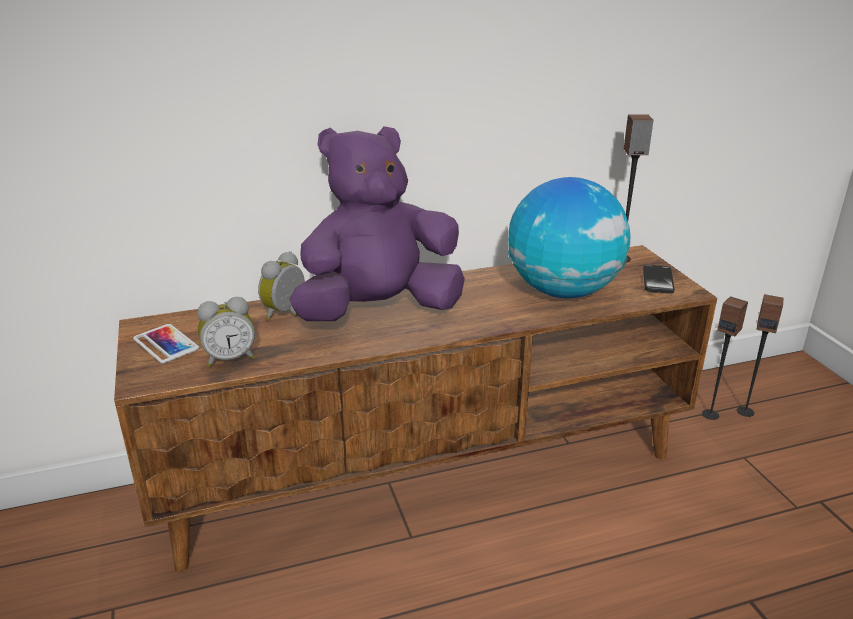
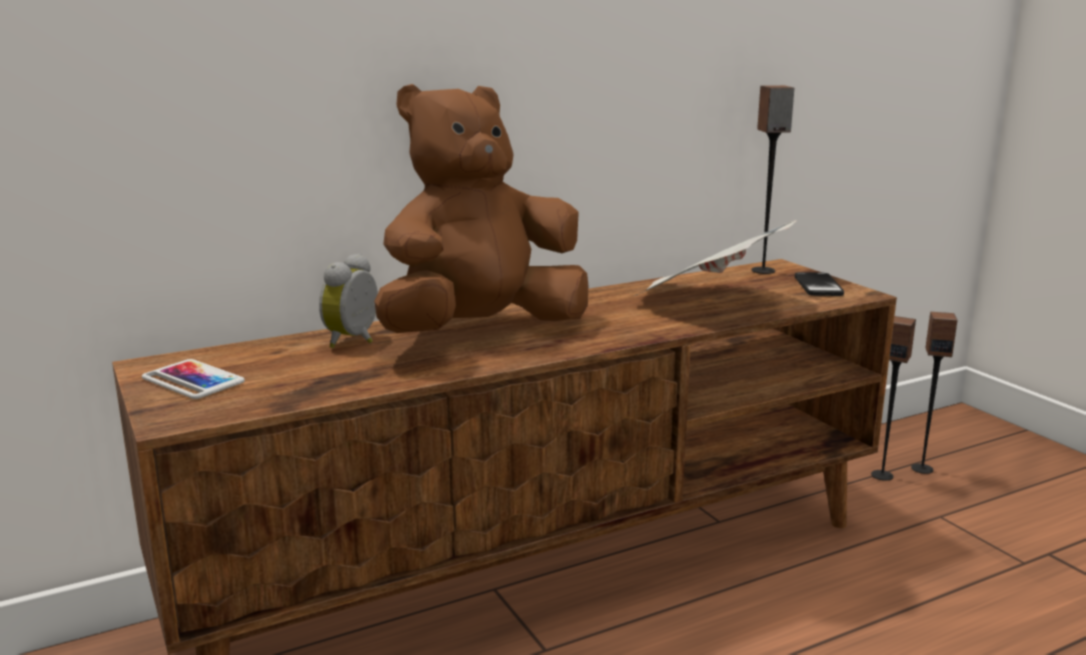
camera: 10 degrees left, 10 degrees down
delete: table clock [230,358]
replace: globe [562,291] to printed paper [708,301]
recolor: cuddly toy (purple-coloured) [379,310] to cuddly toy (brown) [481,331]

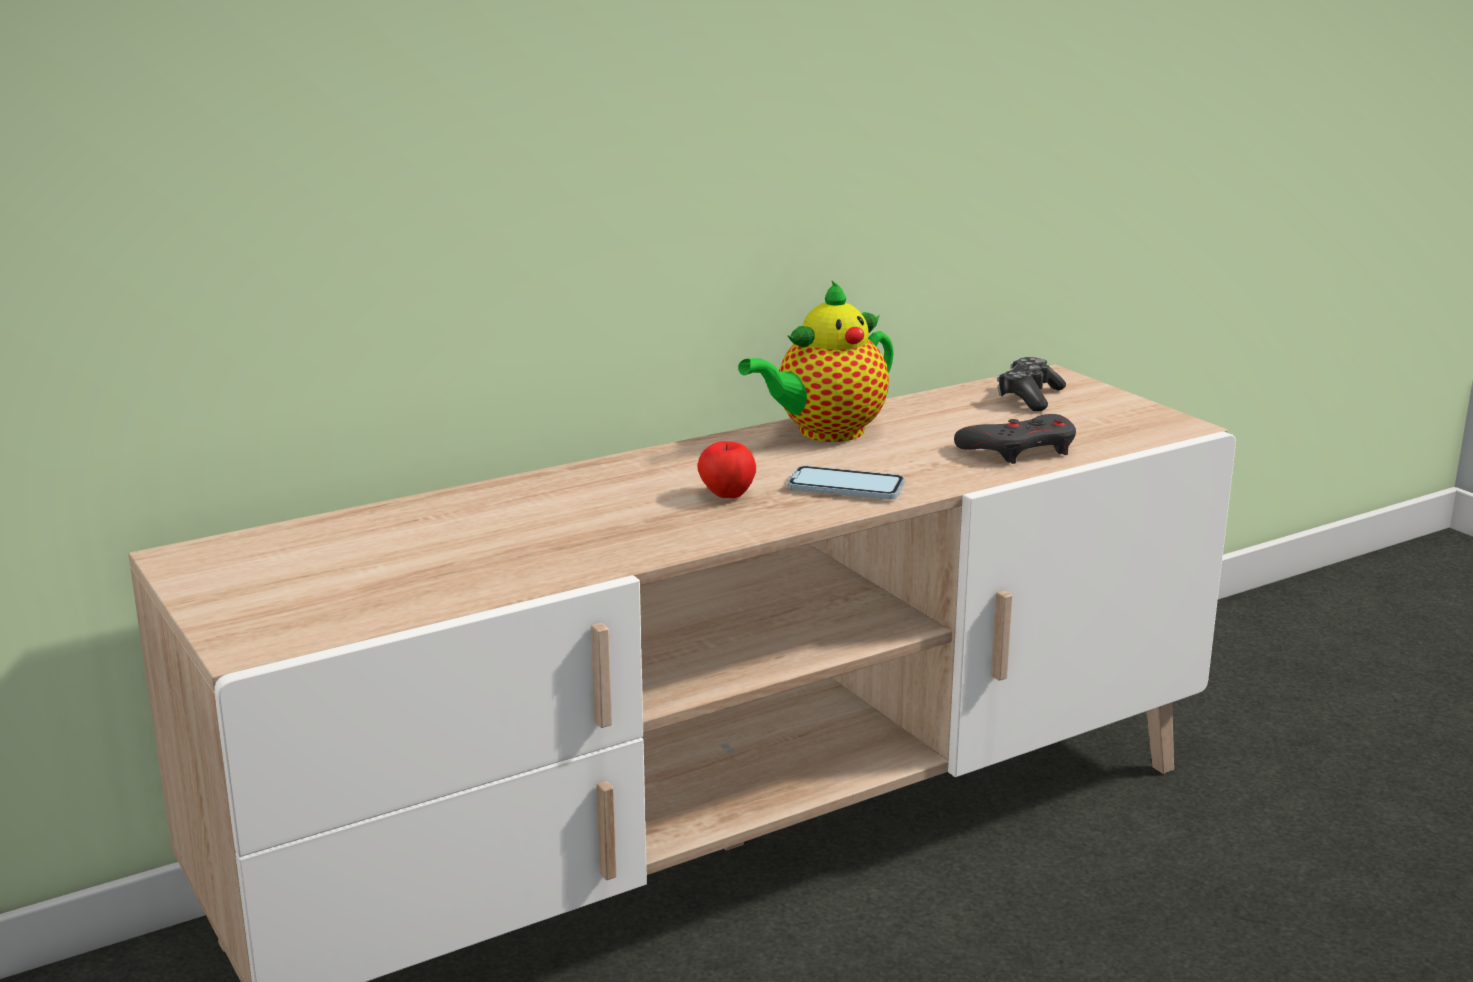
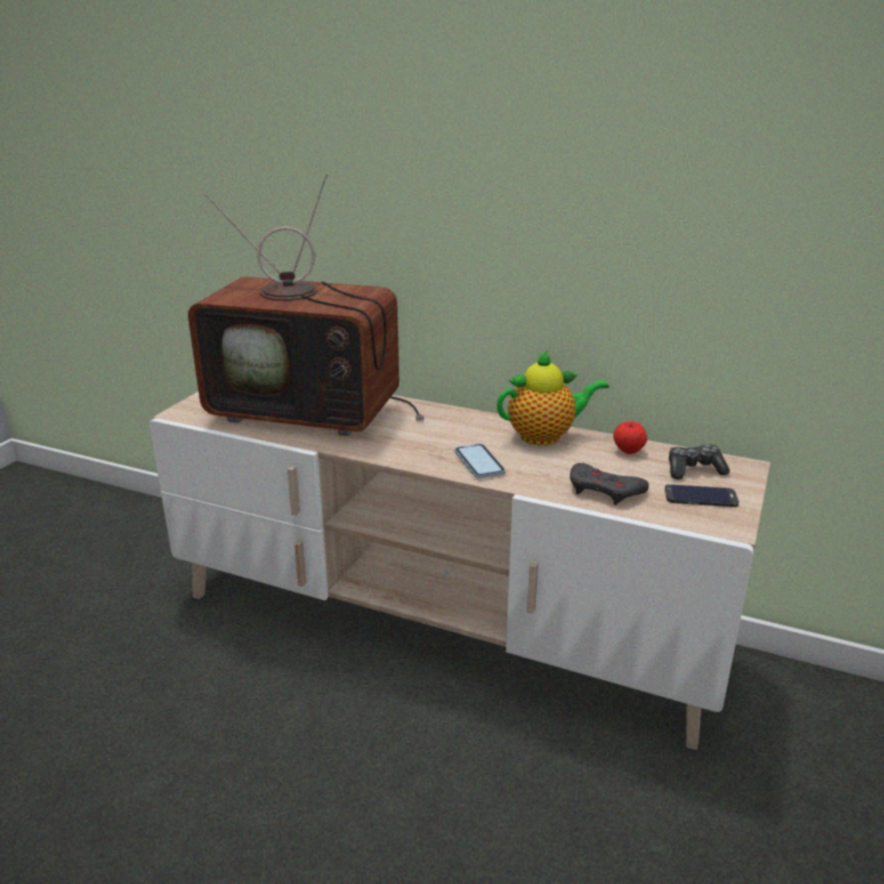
camera: 55 degrees right, 5 degrees up
insert: television [312,411]; telephone [701,497]
move: apple [726,494] to [628,450]
rotate: pot for tea [824,433] = [545,436] 150 degrees clockwise

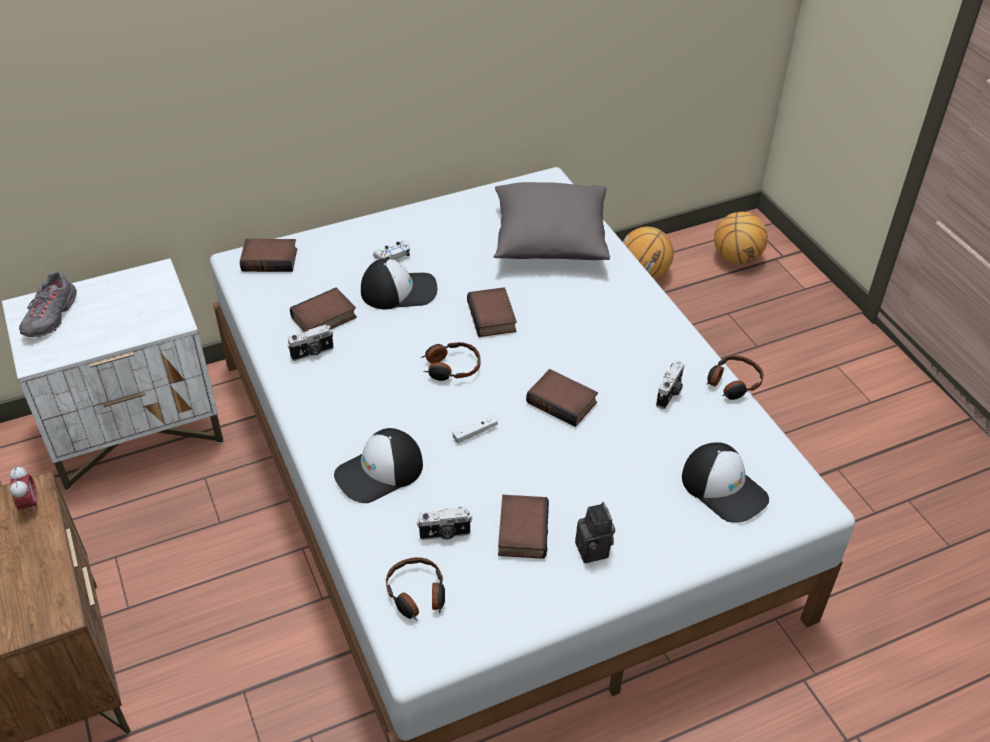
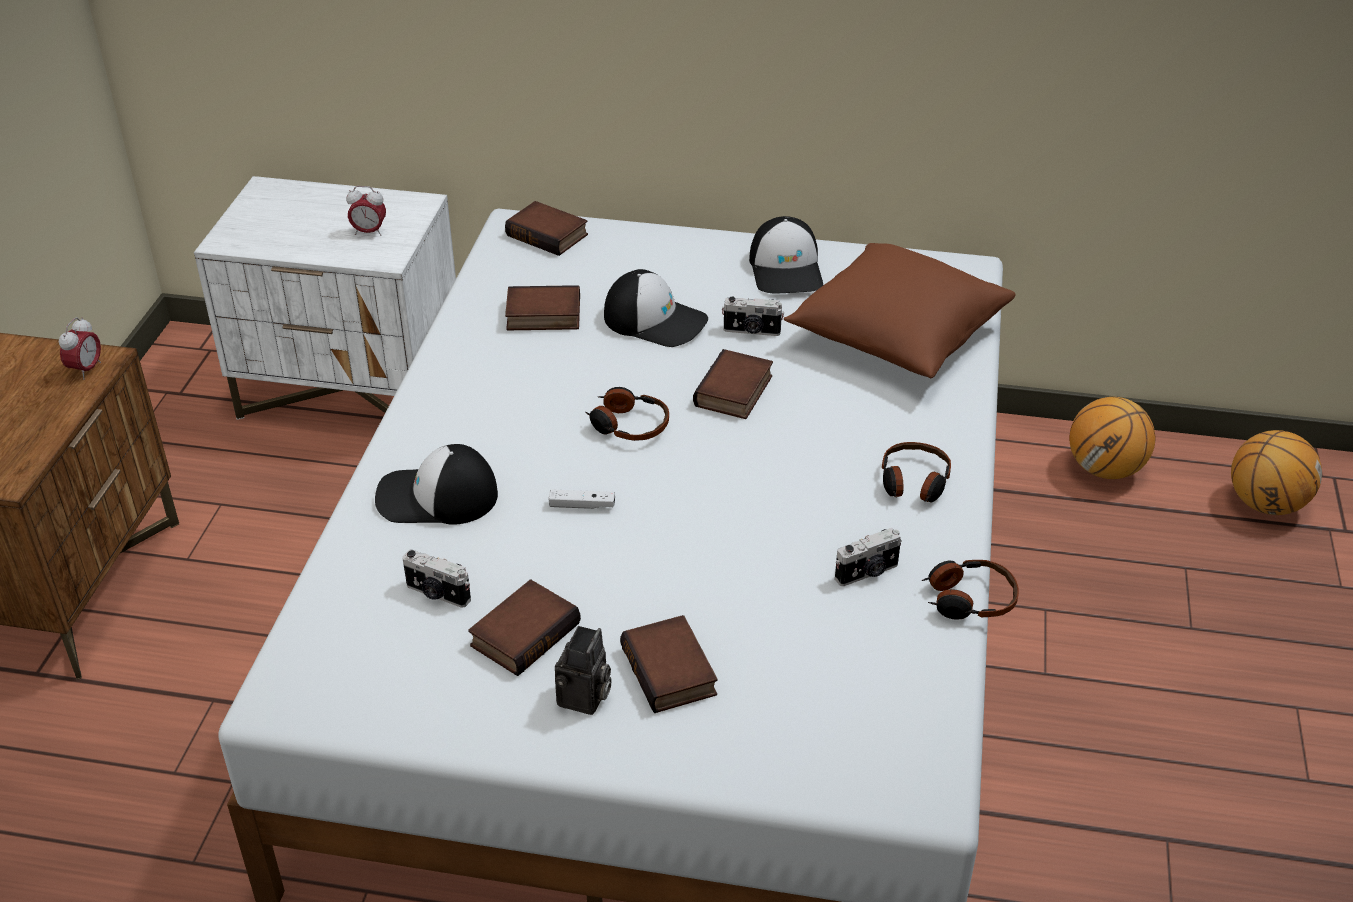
camera: 35 degrees right, 5 degrees down
delete: low shoe (gray) [51,317]; gamepad (white) [393,255]
insert: table clock [369,232]
move: still camera [312,353] to [752,331]; pair of headphones [417,595] to [913,482]; volume [563,402] to [672,671]; baseball cap [724,488] to [787,269]
recolor: pillow (gray) [549,241] to pillow (brown) [896,336]

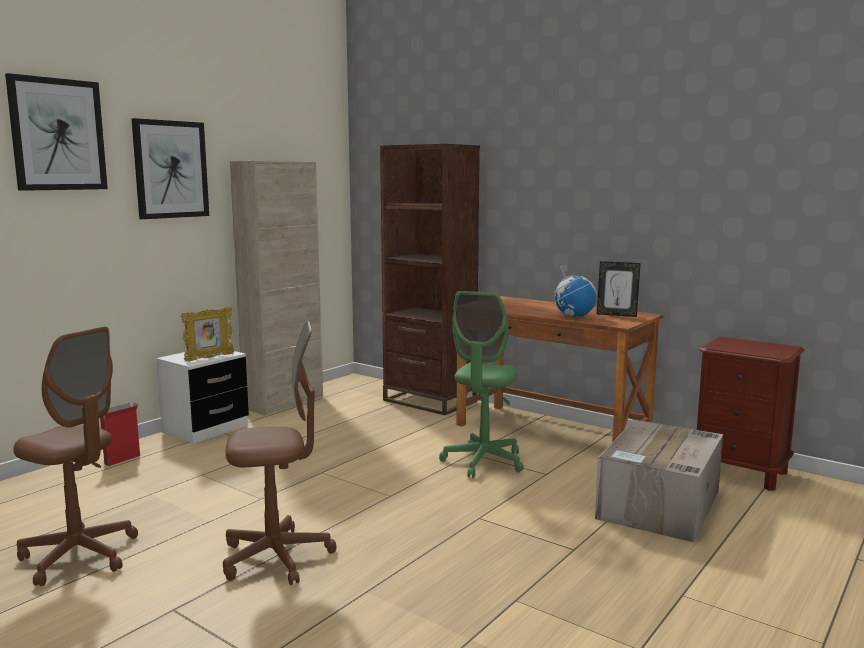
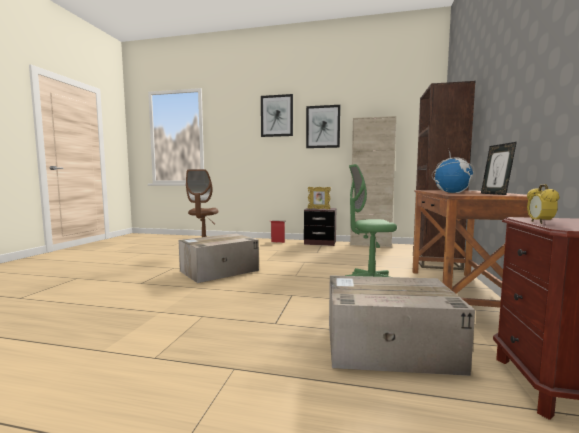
camera: 65 degrees right, 5 degrees down
insert: table clock [539,223]
replace: desk chair (brown) [276,557] to cardboard box [218,271]
recolor: nightstand (white) [205,429] to nightstand (brown) [320,243]

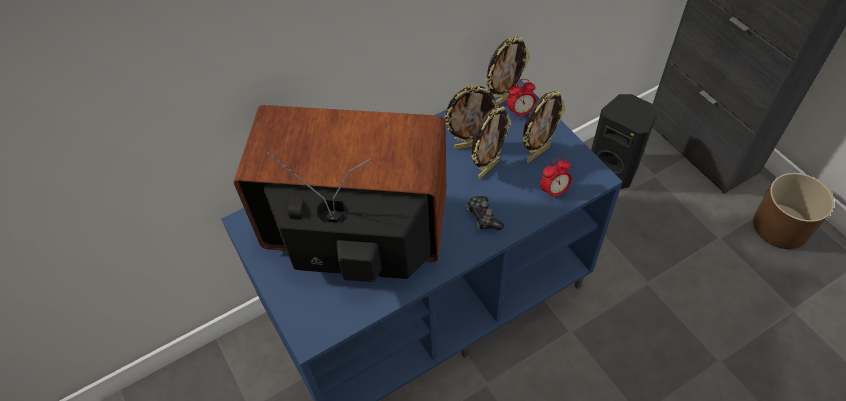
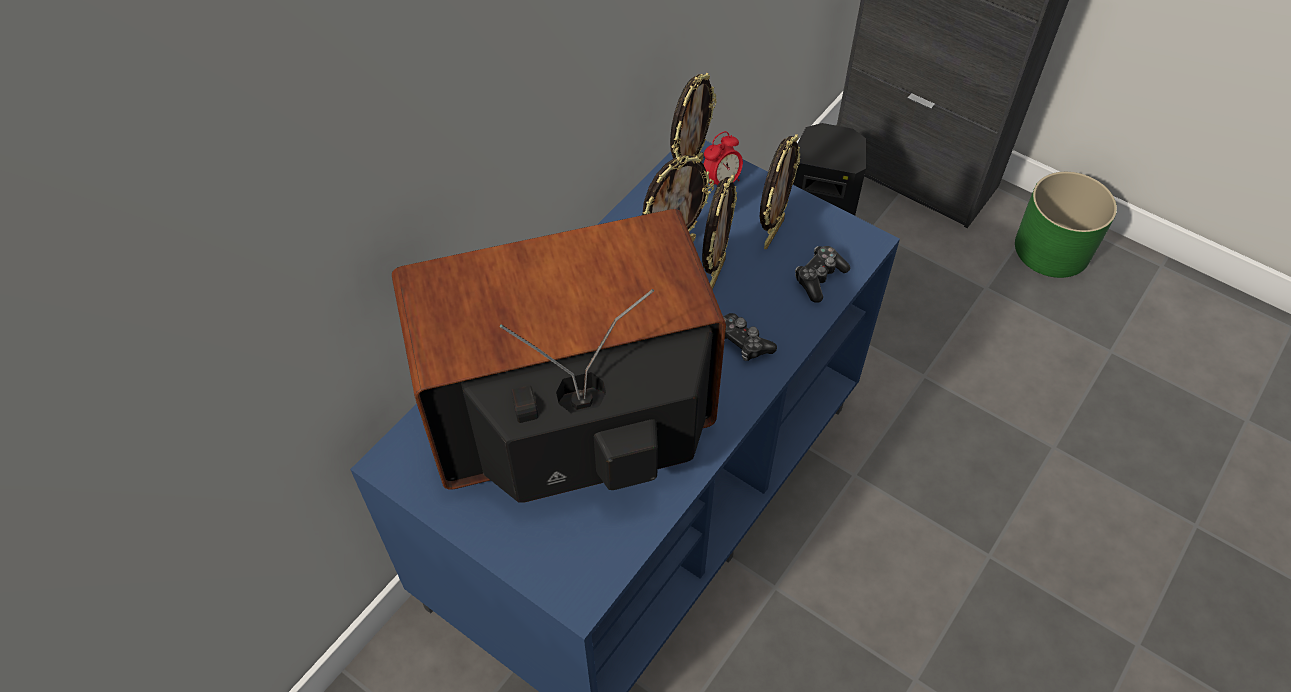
camera: 25 degrees left, 0 degrees up
replace: table clock [554,191] to gamepad [819,278]
recolor: flower pot (brown) [781,226] to flower pot (greenish) [1052,248]

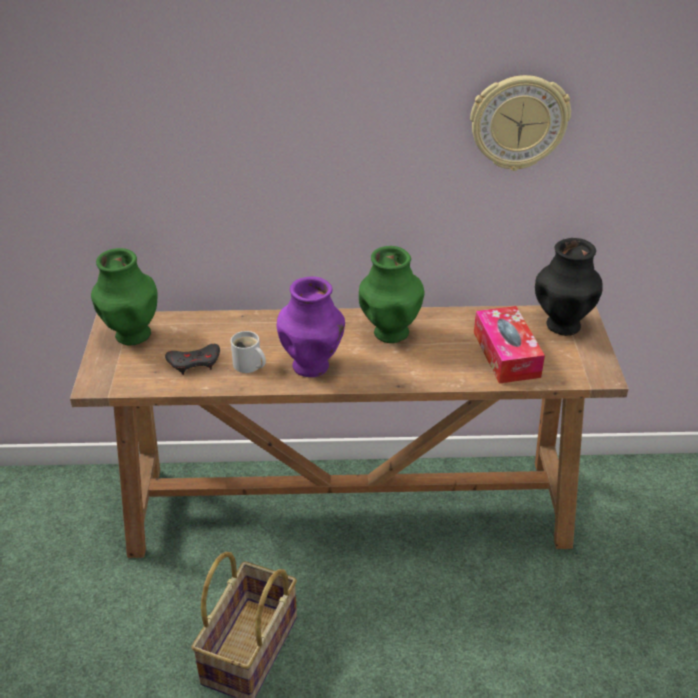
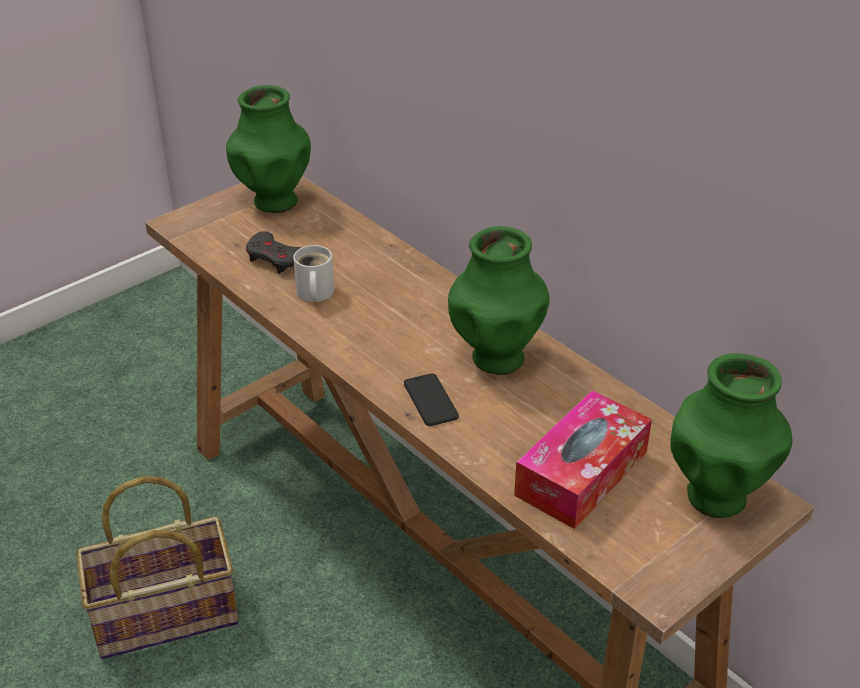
camera: 50 degrees right, 0 degrees up
delete: decorative vase (purple-coloured) [312,366]; wall clock [518,122]
insert: telephone [430,400]
recolor: decorative vase (blackish) [562,325] to decorative vase (greenish) [717,495]

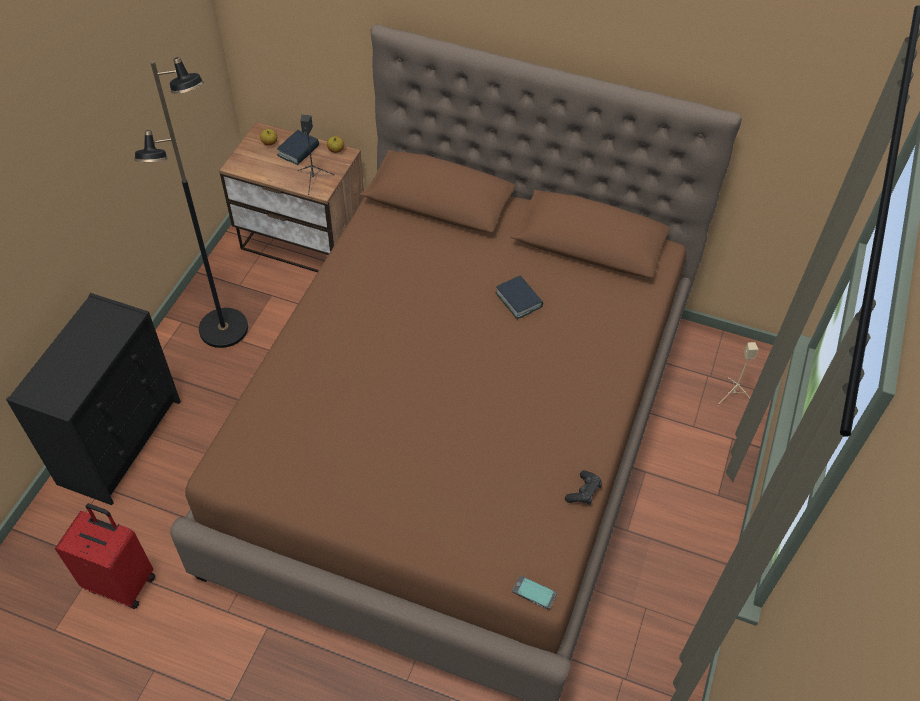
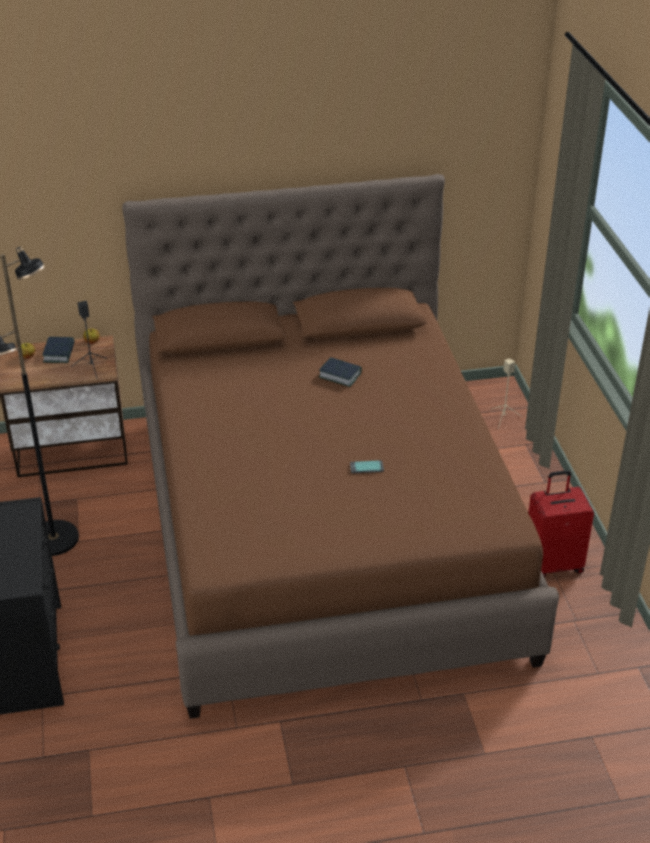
camera: 30 degrees left, 15 degrees down
delete: gamepad (blackish) [583,492]
move: suitcase (red-coloured) [122,582] to [553,564]; telephone [534,593] to [366,467]

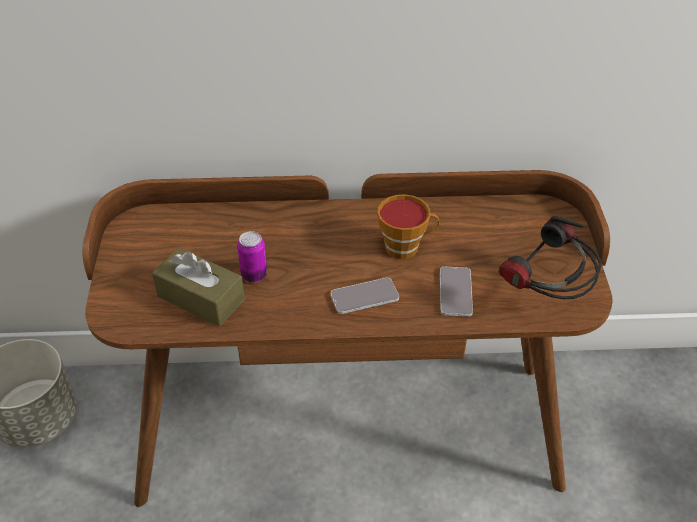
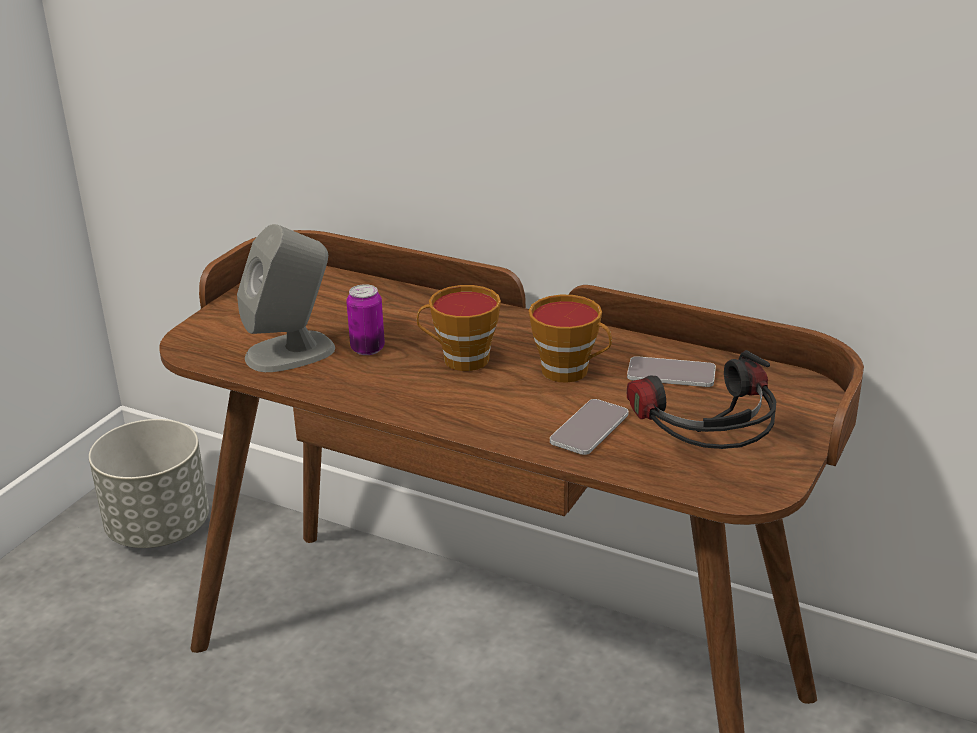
camera: 30 degrees right, 15 degrees down
insert: cup [460,360]
move: telephone [364,297] to [671,374]
replace: box of tissues (brown) [201,298] to speaker (gray) [291,352]

